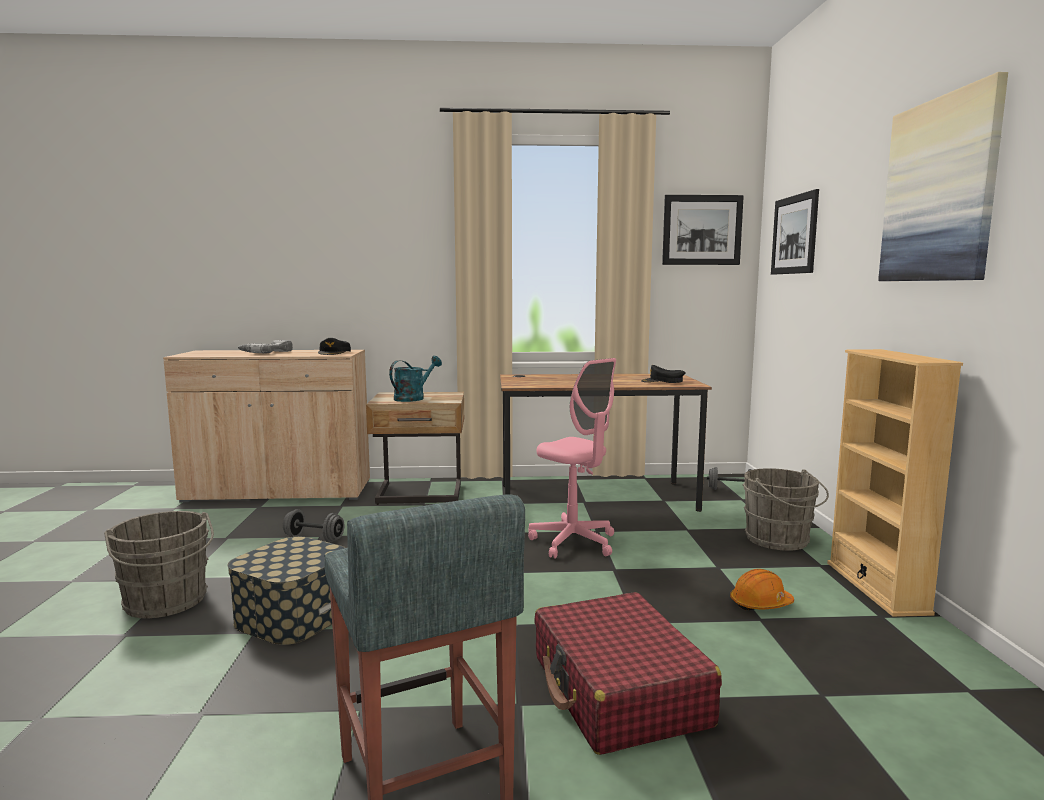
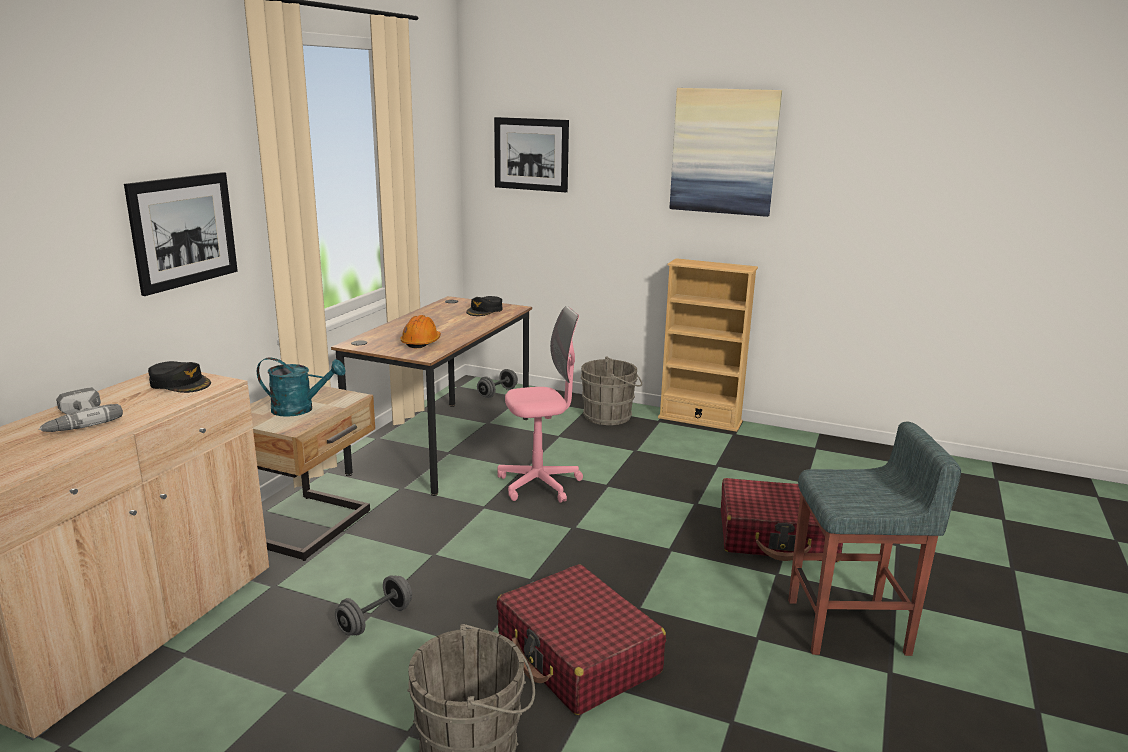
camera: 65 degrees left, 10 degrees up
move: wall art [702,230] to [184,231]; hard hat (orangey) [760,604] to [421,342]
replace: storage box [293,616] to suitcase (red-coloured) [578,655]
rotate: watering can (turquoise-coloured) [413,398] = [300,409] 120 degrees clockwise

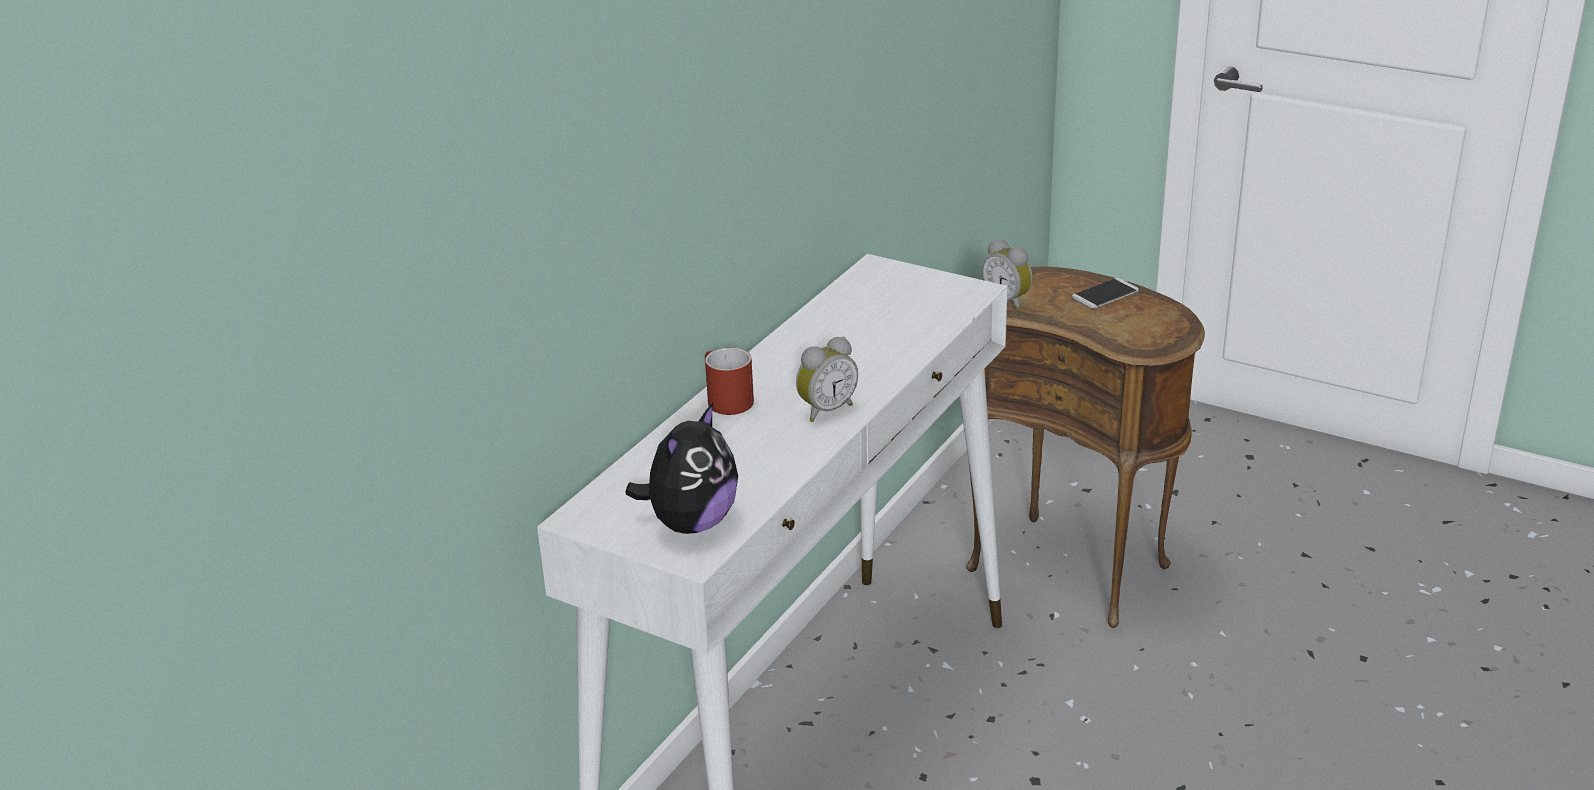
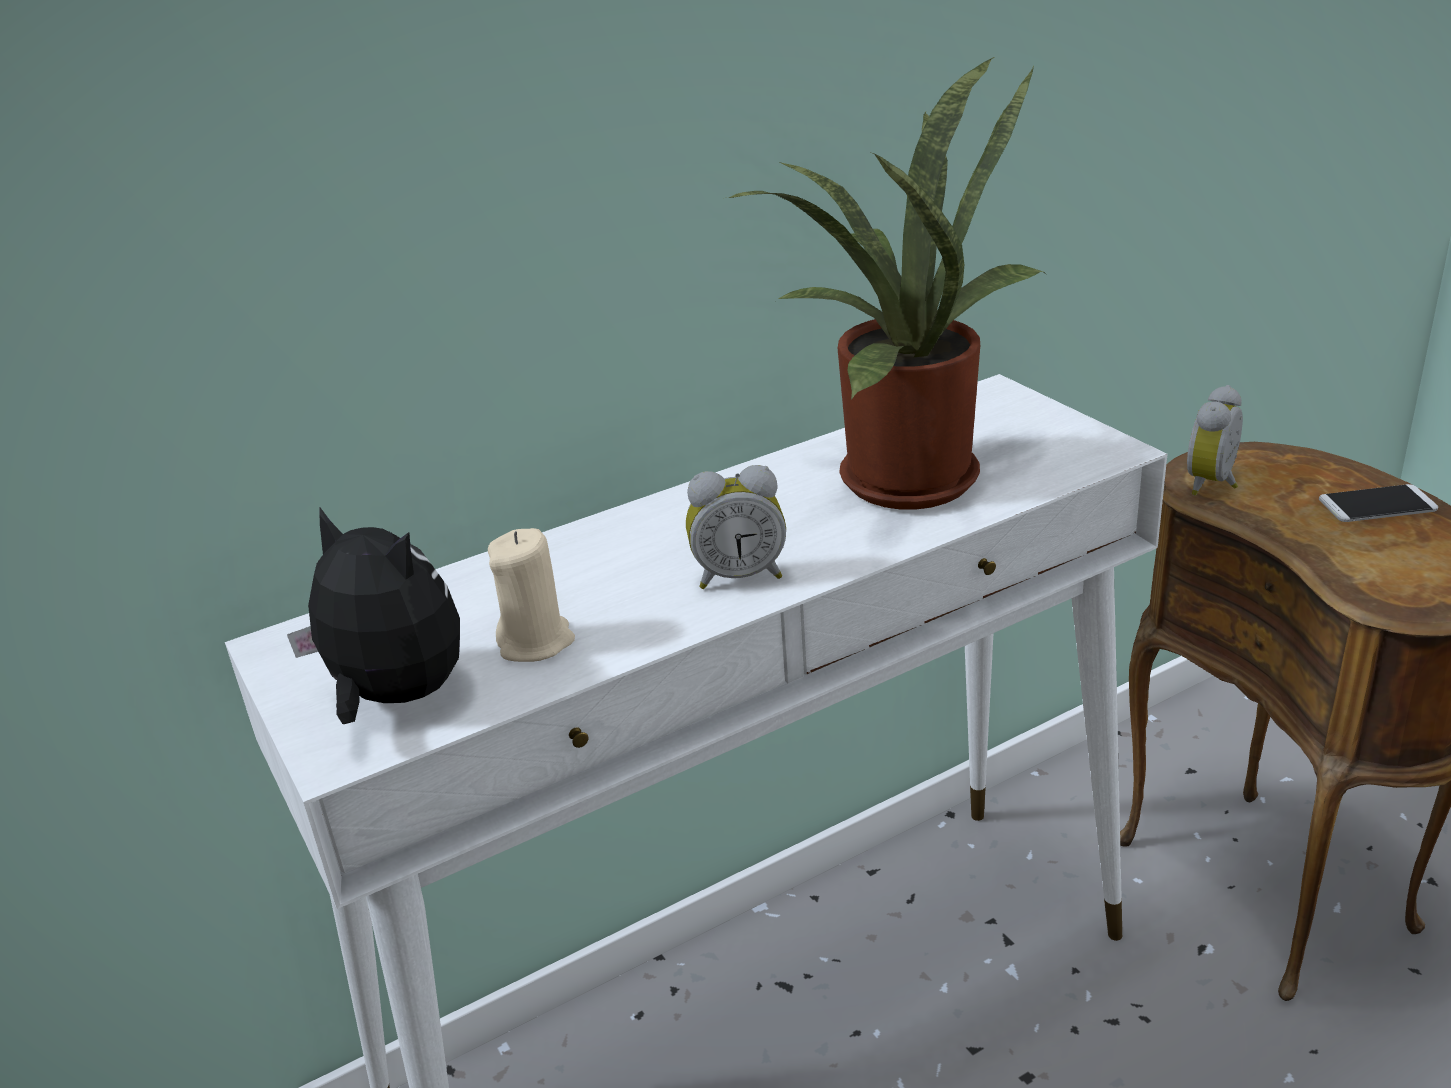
camera: 30 degrees right, 0 degrees up
delete: mug (red-coloured) [724,400]
insert: wax candle (beige) [536,642]; houseplant [899,475]
rotate: cuddly toy [691,523] = [394,697] 120 degrees counterclockwise; table clock [1008,301] = [1214,484] 45 degrees clockwise

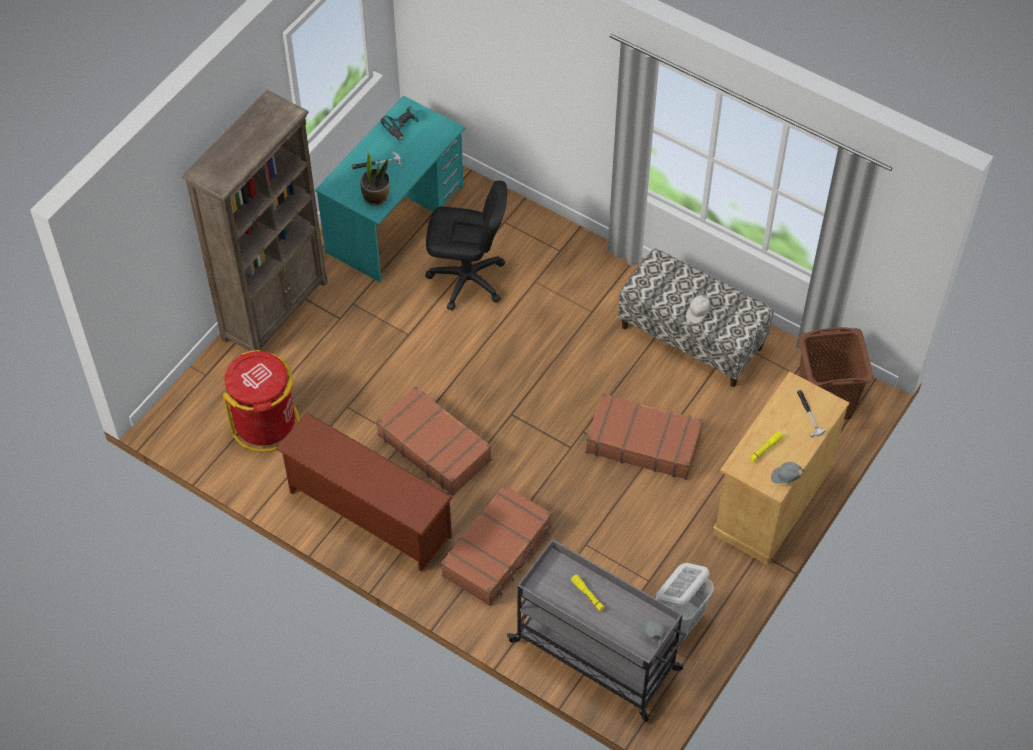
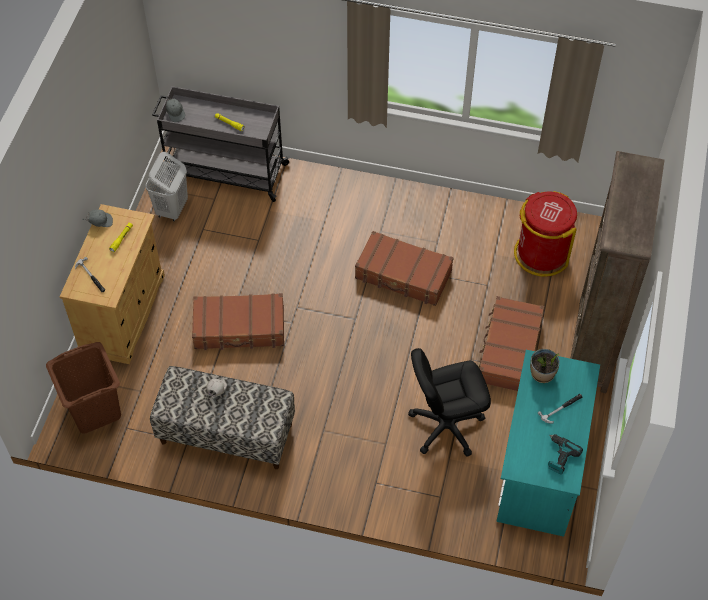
camera: 160 degrees right, 0 degrees up
delete: shoe stand (brown) [367,514]
move: suitcase (brown) [498,552] to [508,350]

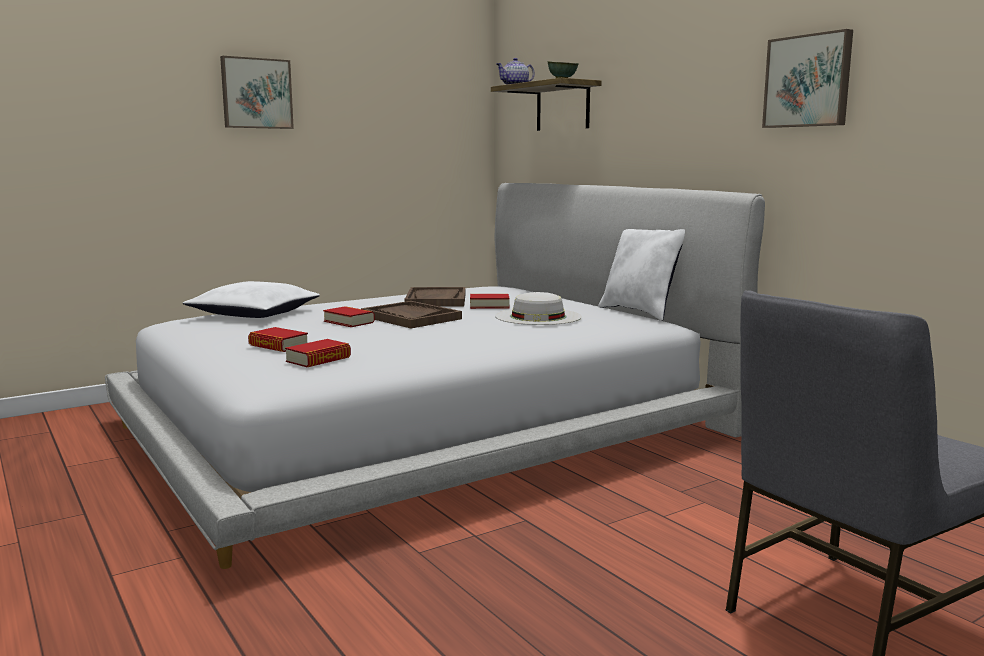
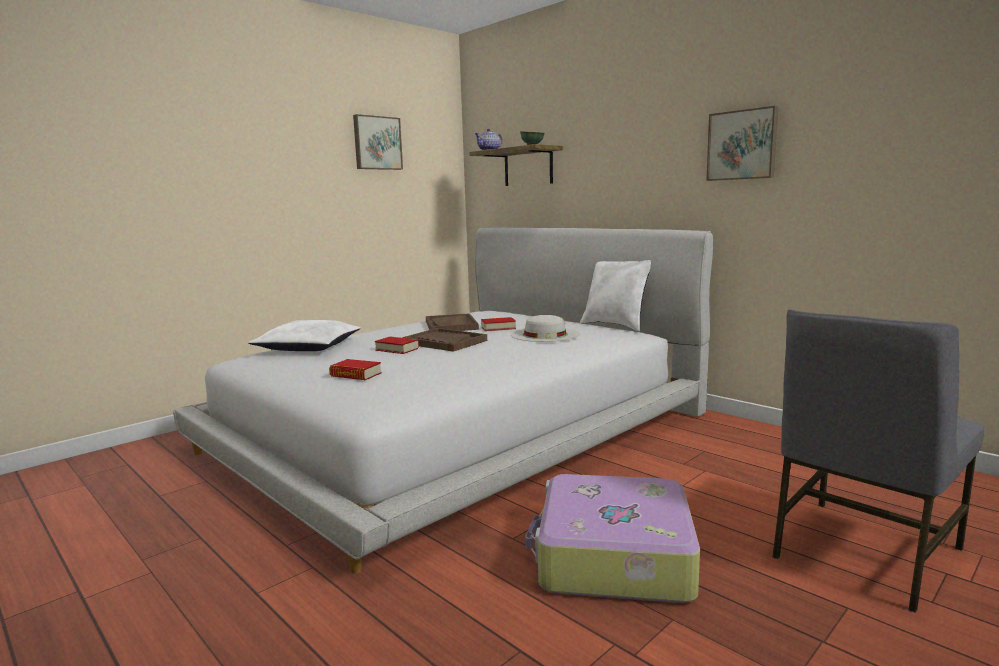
camera: 10 degrees left, 0 degrees up
delete: volume [318,359]
insert: suitcase [612,557]
move: wall art [256,93] to [377,143]

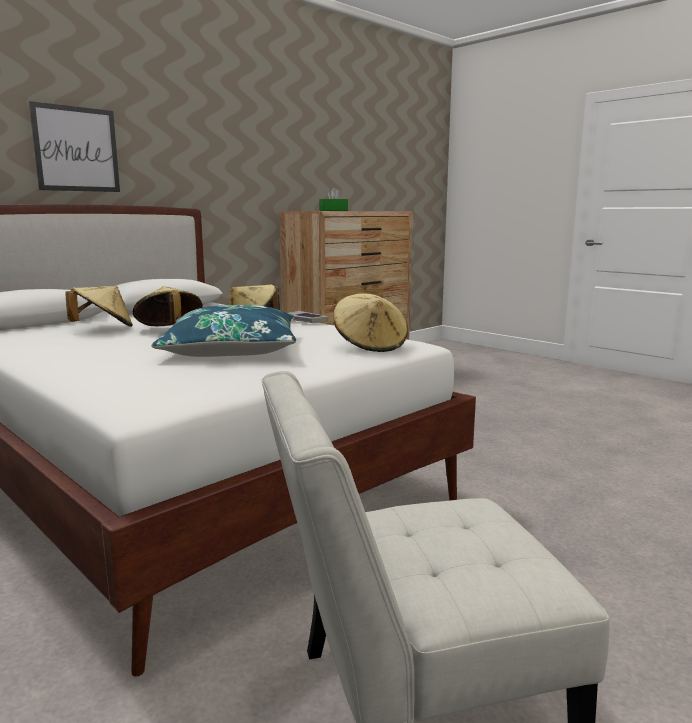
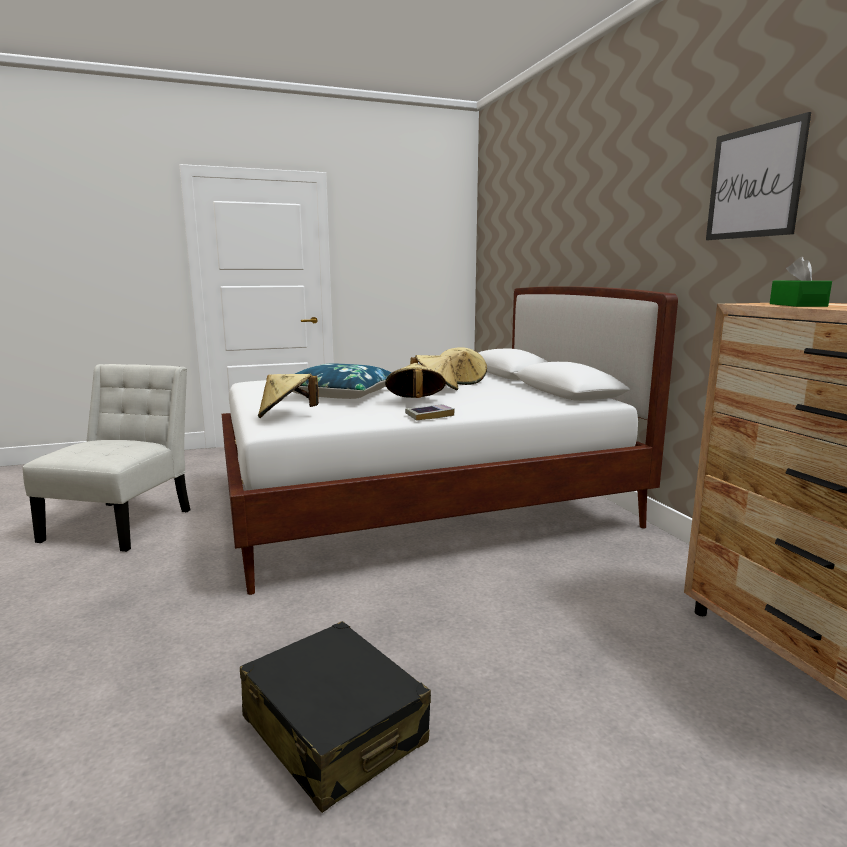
camera: 115 degrees right, 0 degrees up
insert: suitcase (blackish) [334,730]
move: wall art [76,149] to [754,182]

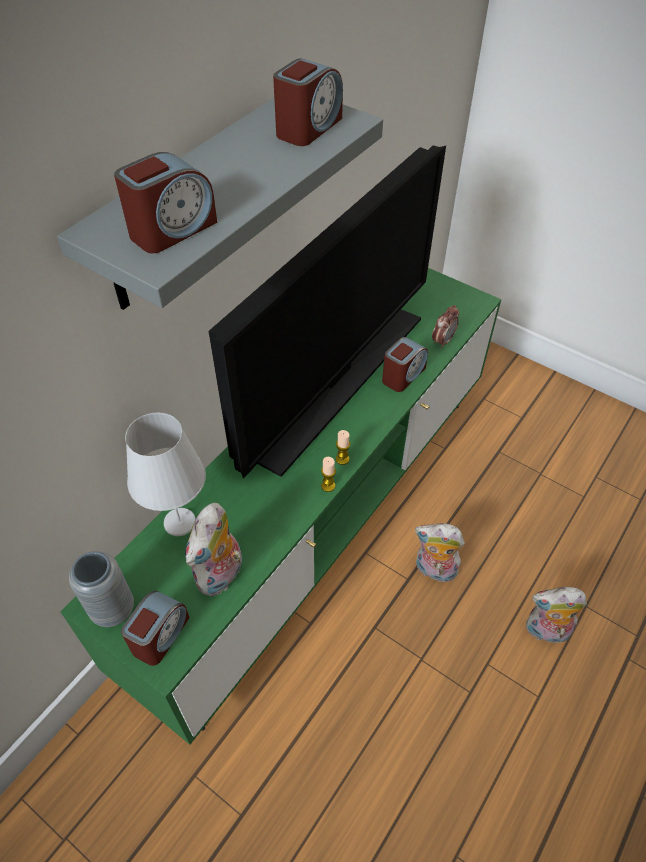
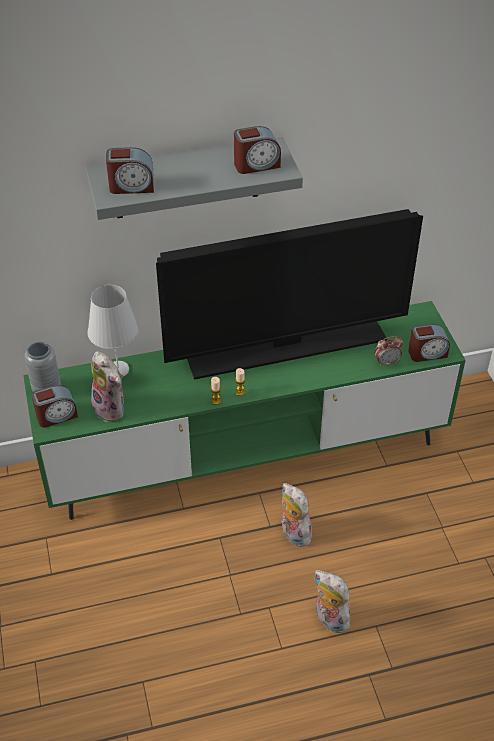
camera: 40 degrees right, 5 degrees down
move: table clock [403,375] to [427,353]
rotate: cuddly toy [221,576] = [112,408] 105 degrees counterclockwise

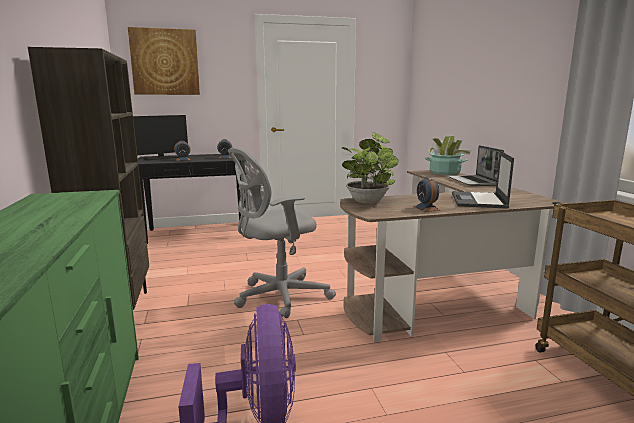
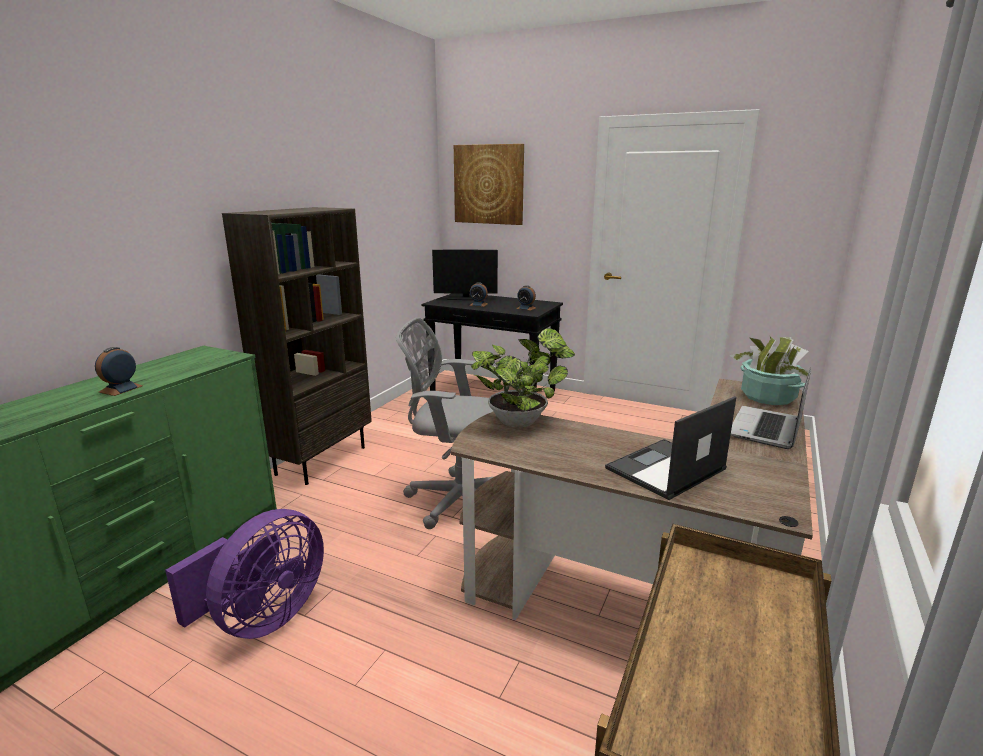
camera: 40 degrees right, 5 degrees up
move: table clock [426,208] to [121,389]

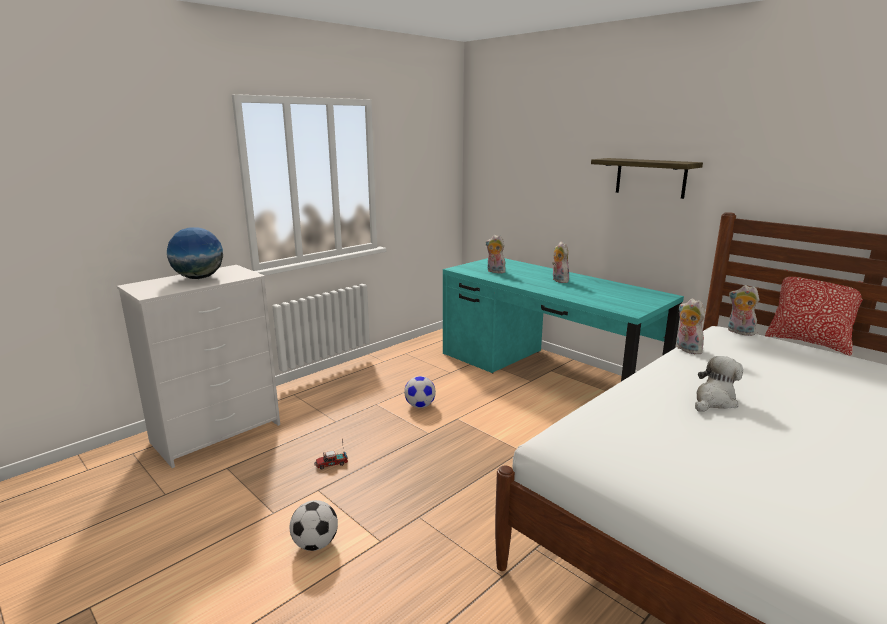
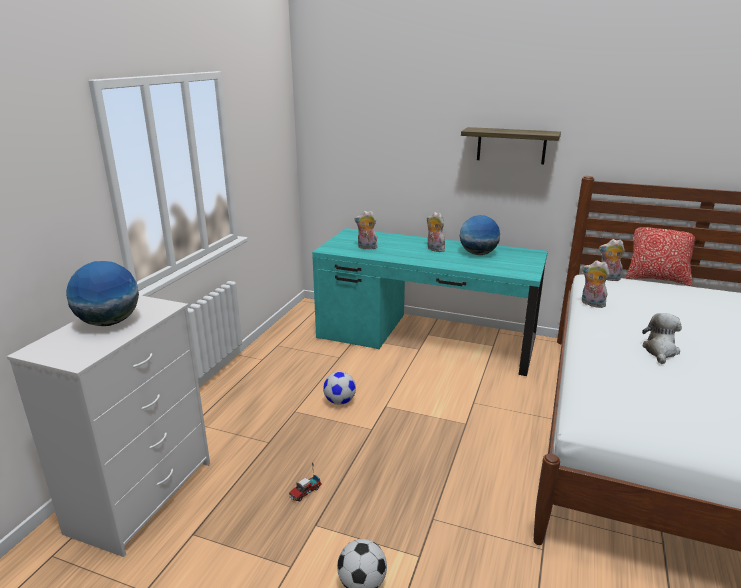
camera: 25 degrees left, 5 degrees up
insert: globe [478,254]

